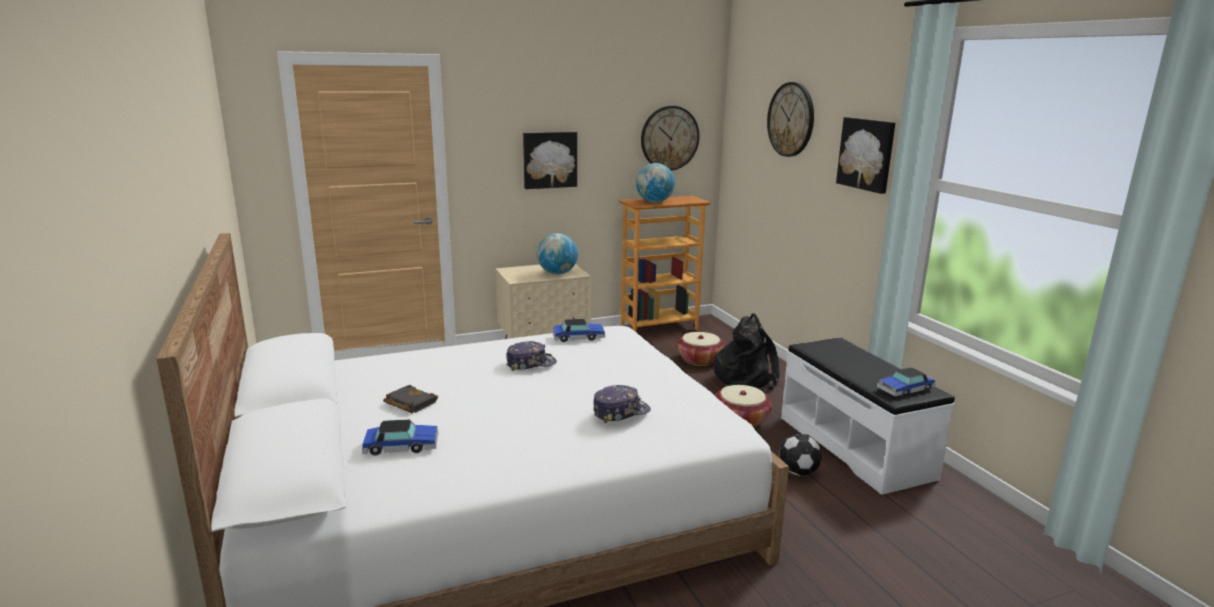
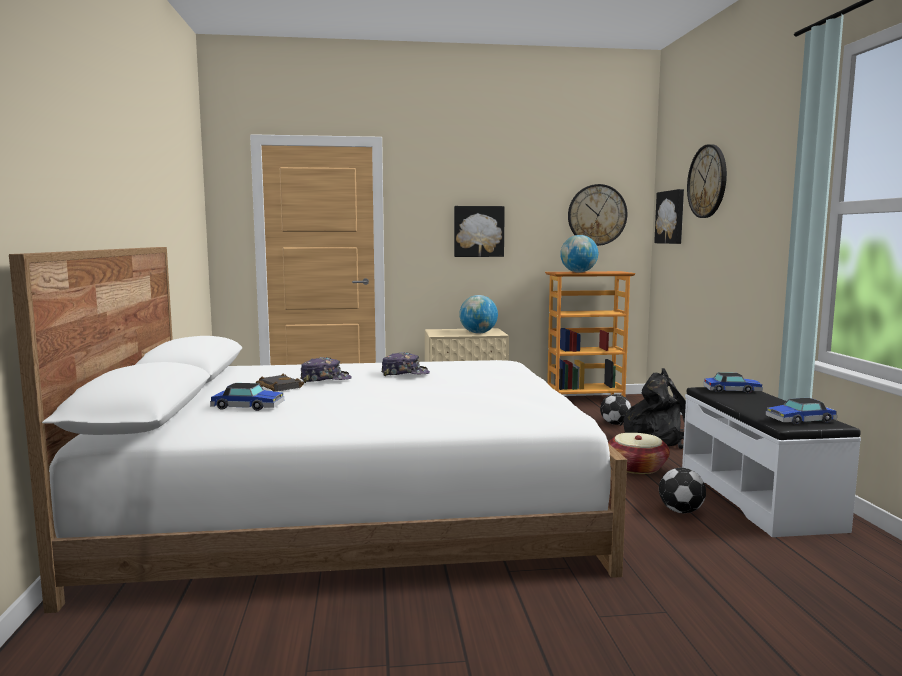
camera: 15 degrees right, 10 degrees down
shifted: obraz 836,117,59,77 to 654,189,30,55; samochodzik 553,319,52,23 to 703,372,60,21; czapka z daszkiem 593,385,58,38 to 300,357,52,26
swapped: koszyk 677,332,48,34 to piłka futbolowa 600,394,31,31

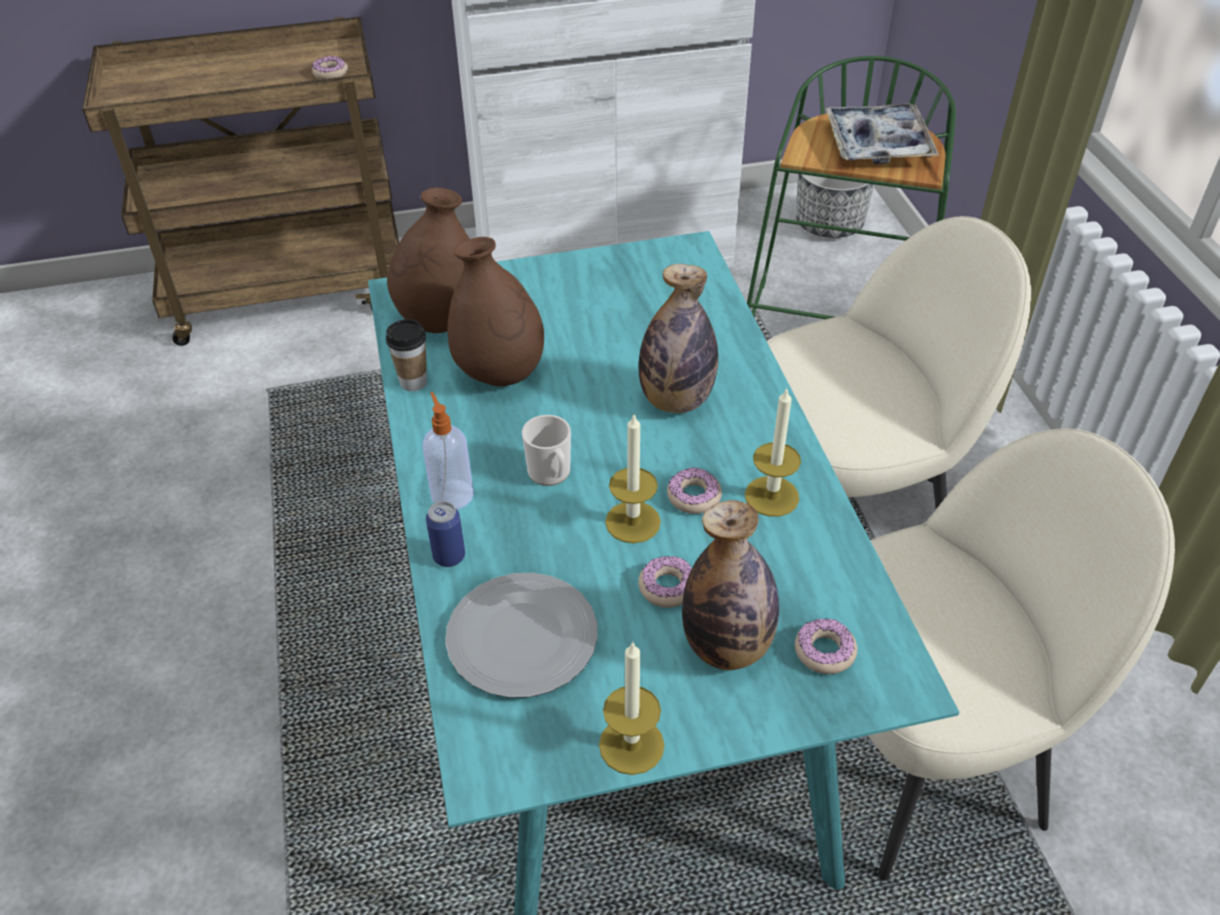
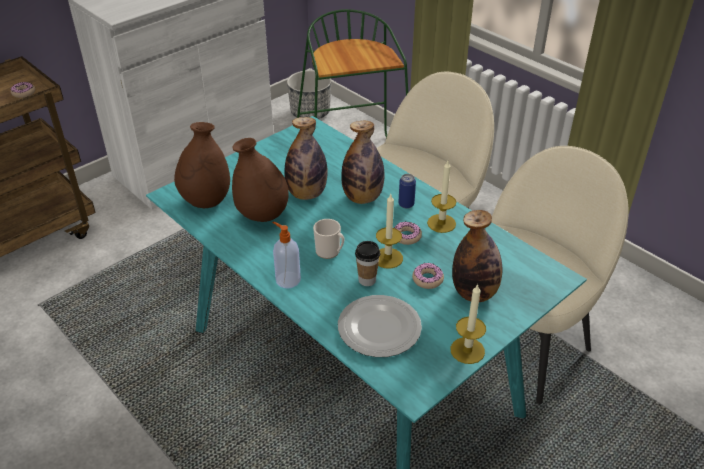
camera: 30 degrees left, 5 degrees down
gone: taca 825,104,114,60; donut 795,618,62,56
new: butelka 285,117,43,83
shifted: filiżanka 386,319,41,72 to 355,241,25,45; puszka 426,501,39,66 to 399,174,17,35

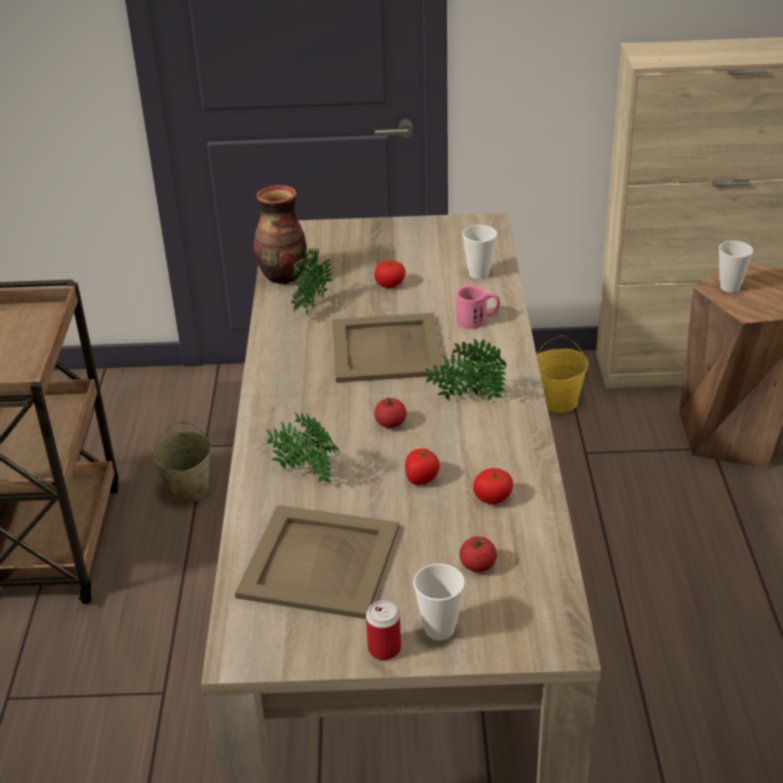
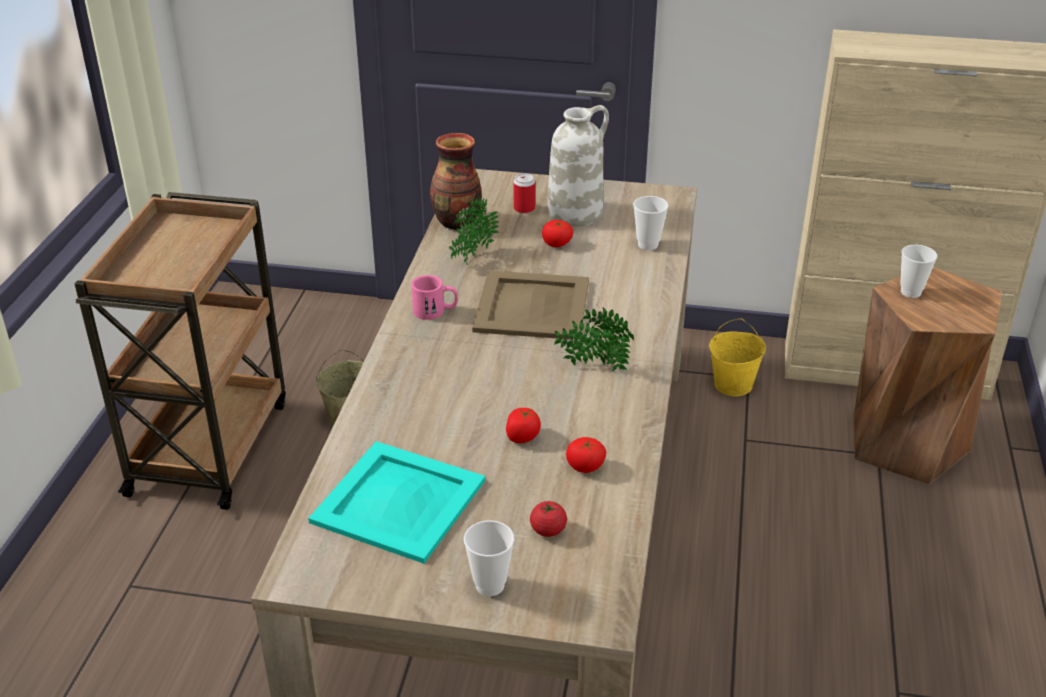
camera: 10 degrees right, 0 degrees up
gone: pomidor 374,397,33,31; roślina doniczkowa 266,412,73,72
new: wazon (biały) 547,105,62,122
shifted: kubek (różowy) 456,285,44,44 to 411,275,47,45; puszka 366,600,35,60 to 514,173,21,41
repainted: taca (beżowy) 235,505,164,114 to taca (turkusowy) 308,441,177,123

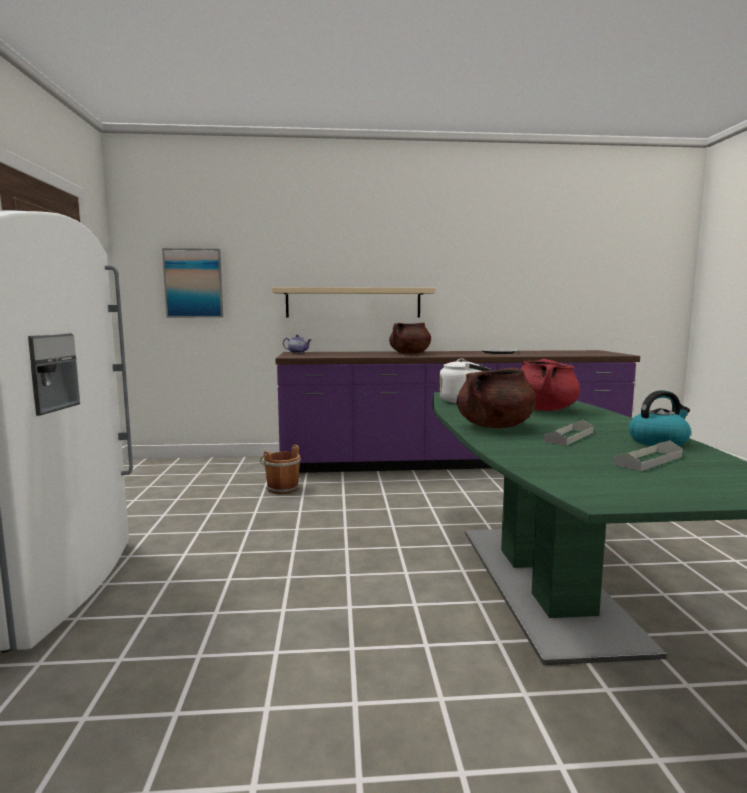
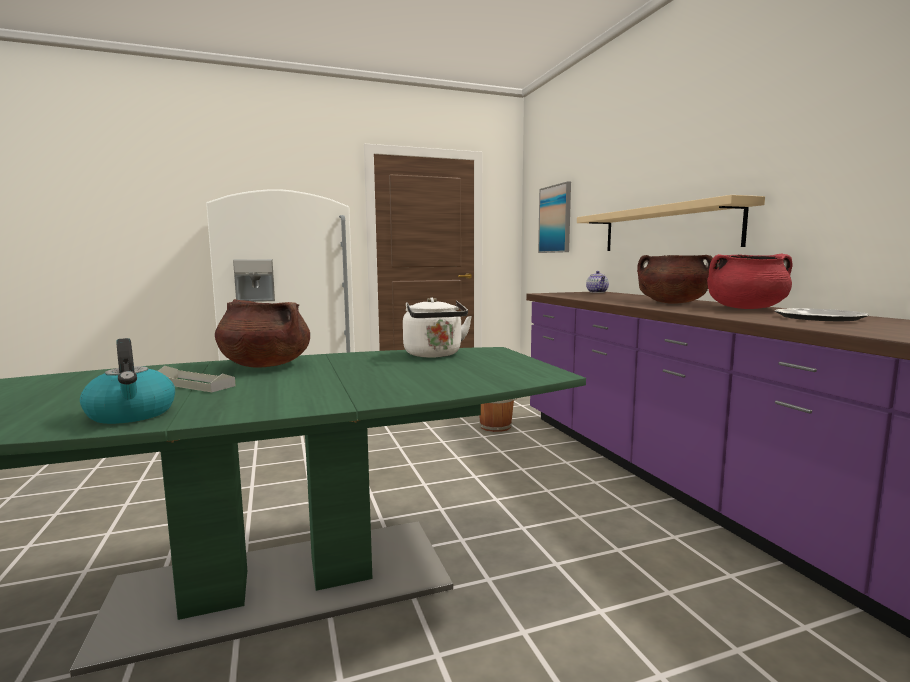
camera: 75 degrees right, 0 degrees up
gone: taca (szary) 614,440,69,31
shifted: garnek (czerwony) 520,359,60,52 to 707,254,86,55

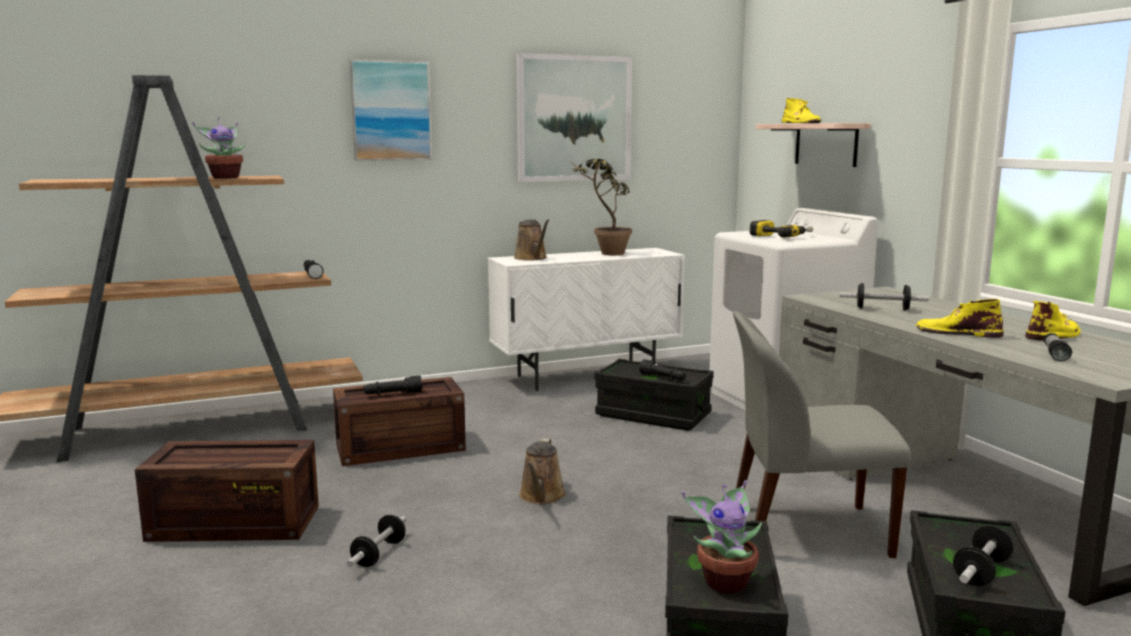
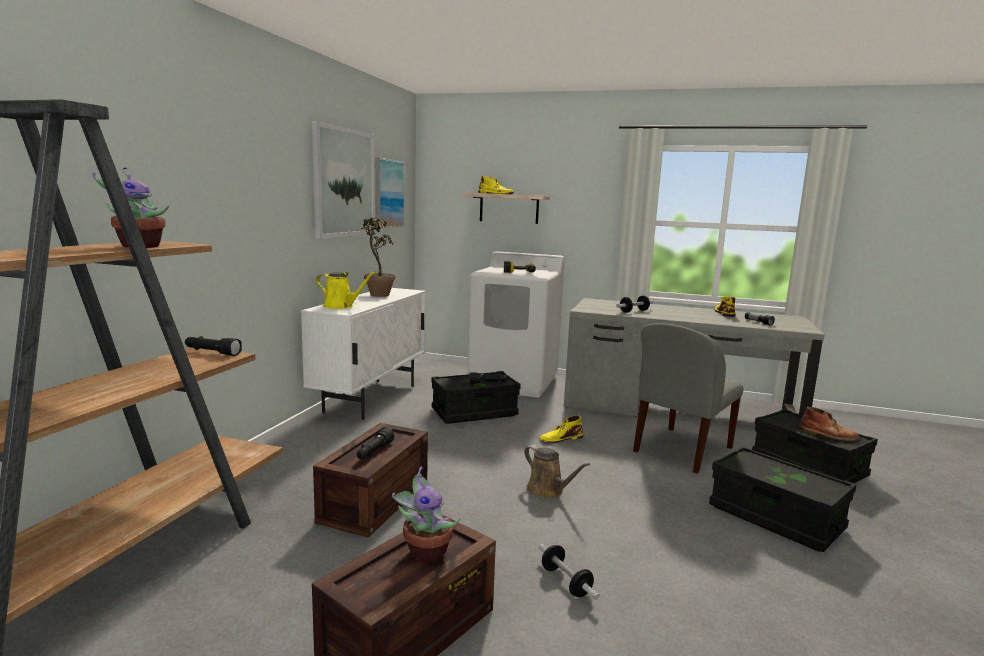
camera: 50 degrees left, 0 degrees up
shifted: obraz 349,59,83,102 to 375,157,29,71; but z cholewką (żółty) 916,299,88,39 to 539,415,44,28; roślina doniczkowa 682,480,80,113 to 392,466,68,96
swapped: hantel 953,525,60,61 to but z cholewką (brązowy) 799,407,61,34
repainted: konewka (brązowy) 514,219,35,42 to konewka (żółty) 316,271,60,38

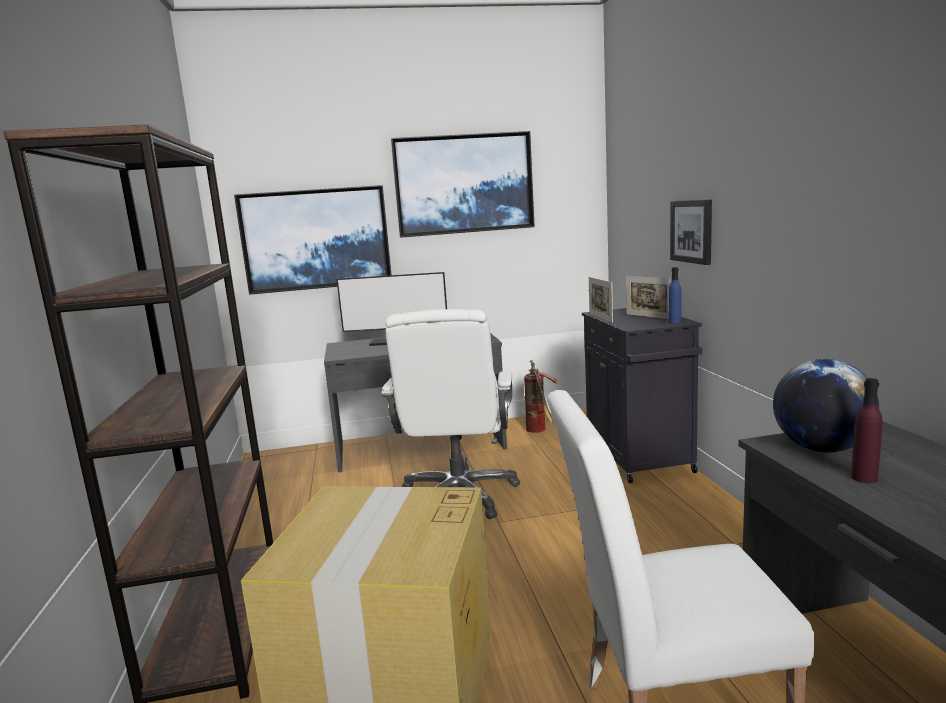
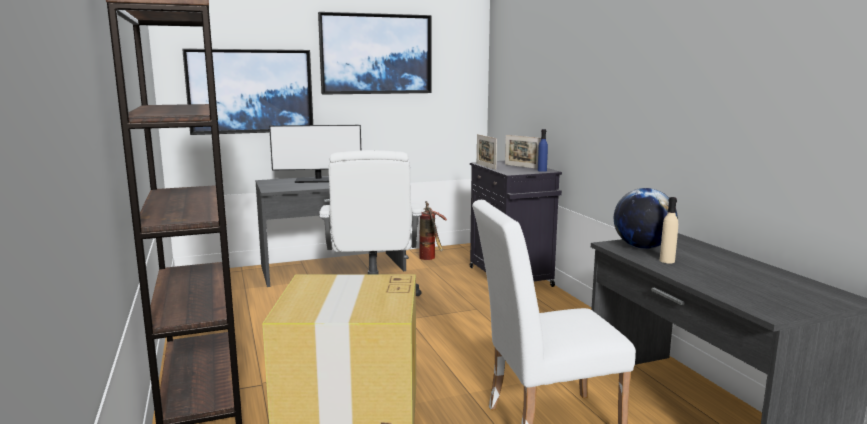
camera: 10 degrees left, 0 degrees up
gone: obraz 670,200,42,65
repainted: butelka (fioletowy) 851,378,31,105 to butelka (beżowy) 659,197,19,66

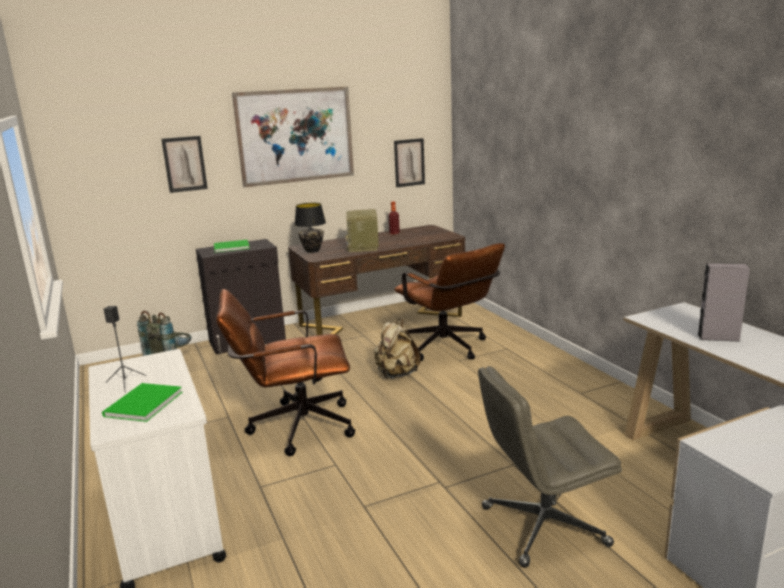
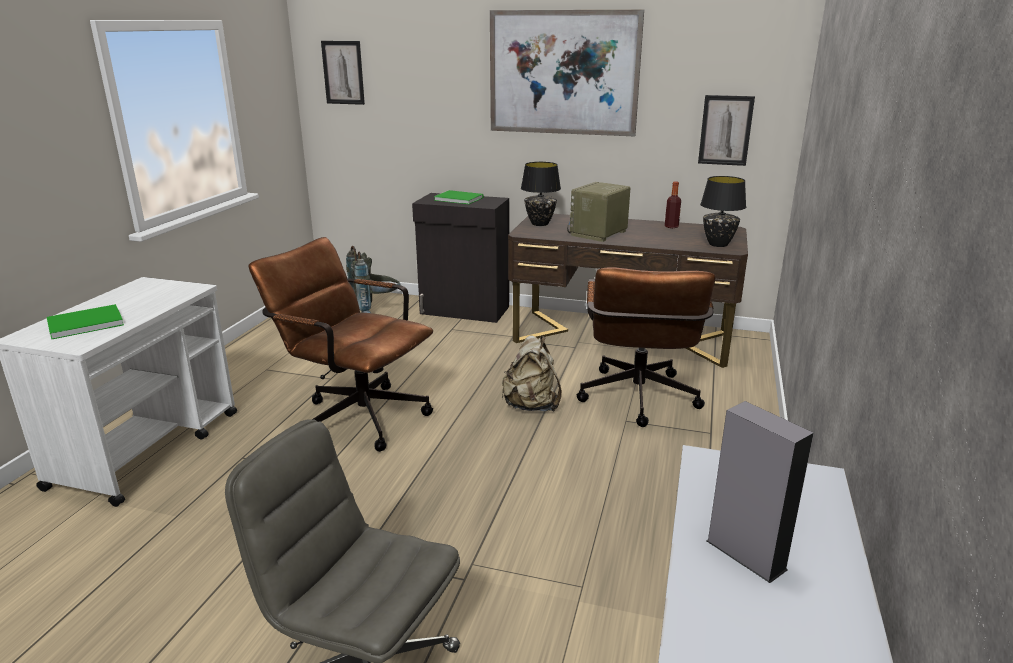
camera: 40 degrees right, 5 degrees up
gone: głośnik (czarny) 104,306,42,87
new: lampa stołowa (czarny) 700,176,46,71
shifted: obraz 161,136,47,57 to 321,41,44,64

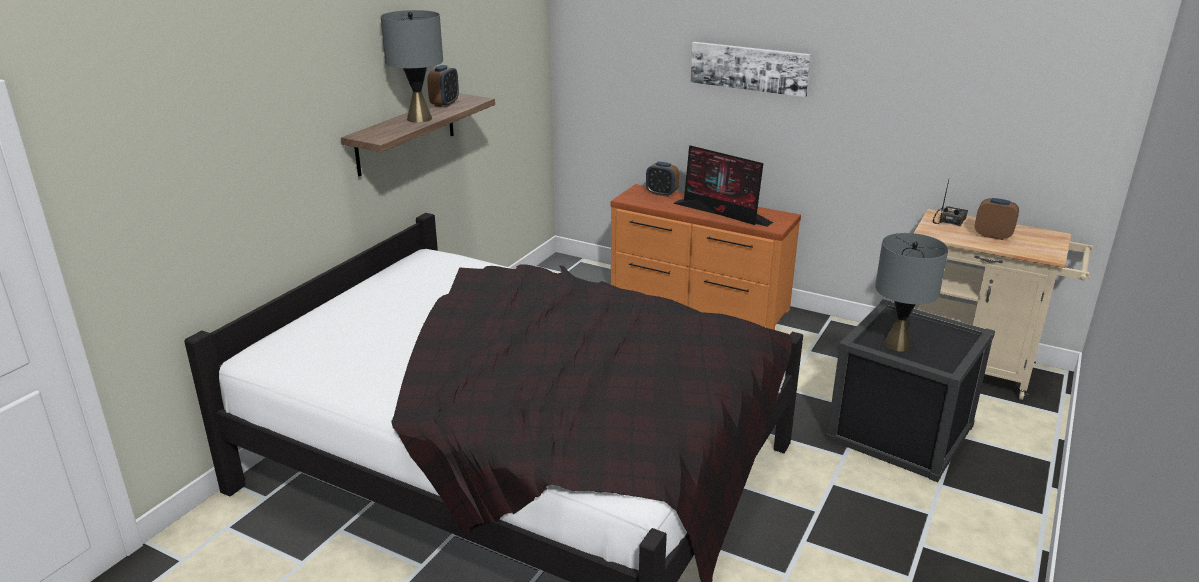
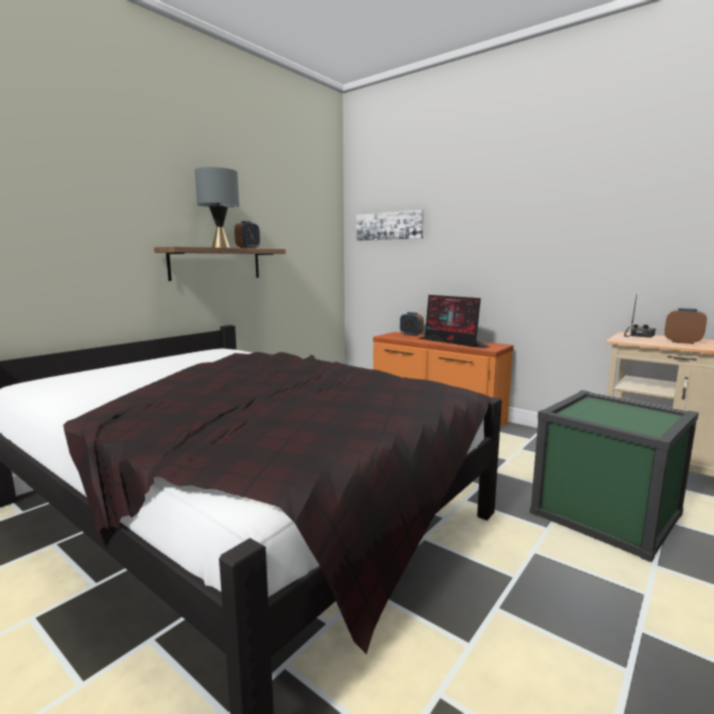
camera: 10 degrees right, 15 degrees down
gone: lampa stołowa (szary) 875,233,73,119
shifted: obraz 691,42,120,55 to 357,210,67,31
repainted: pojemnik do przechowywania (czarny) 826,299,169,183 to pojemnik do przechowywania (zielony) 530,390,169,173

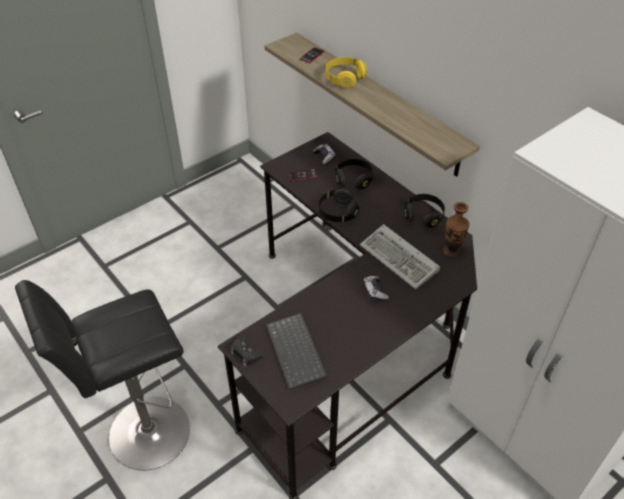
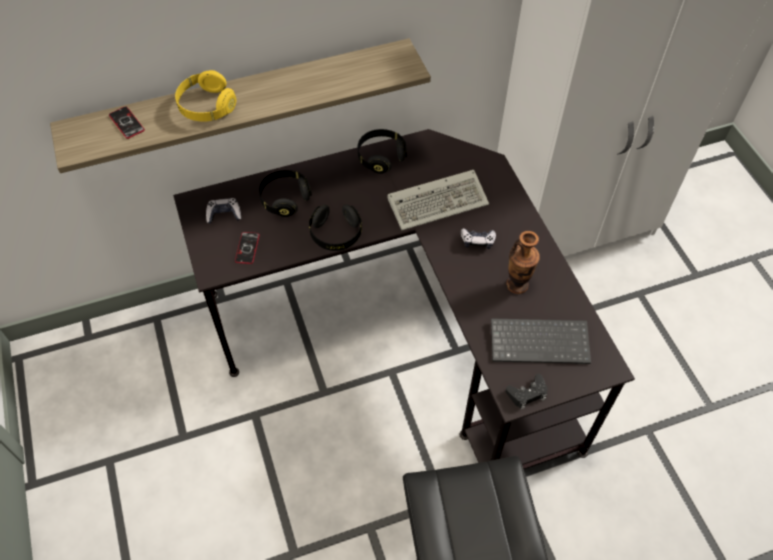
camera: 70 degrees left, 10 degrees up
shifted: wazon 443,202,26,55 to 506,231,34,63

